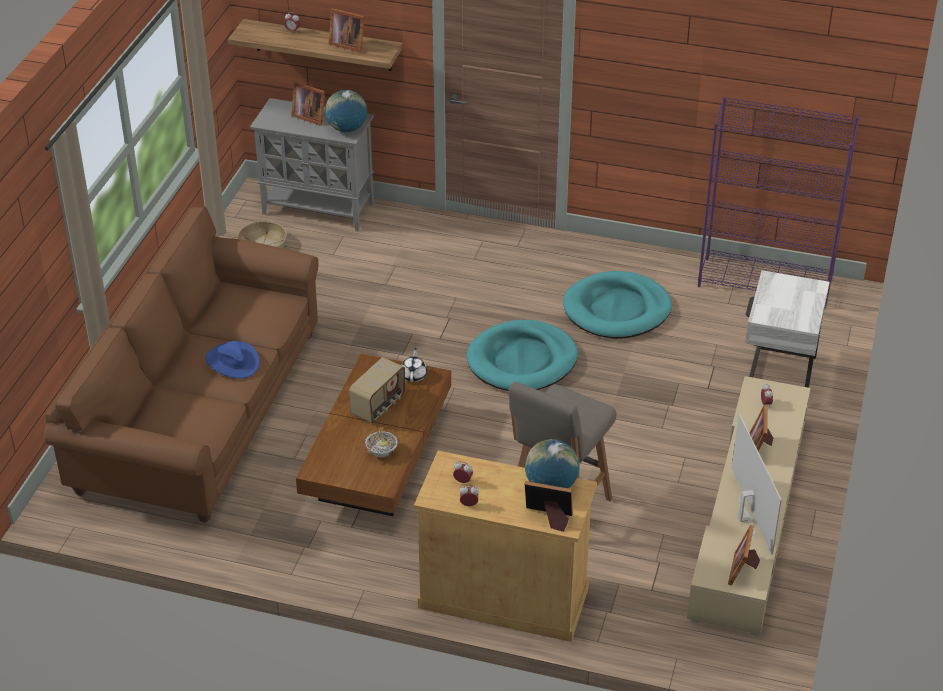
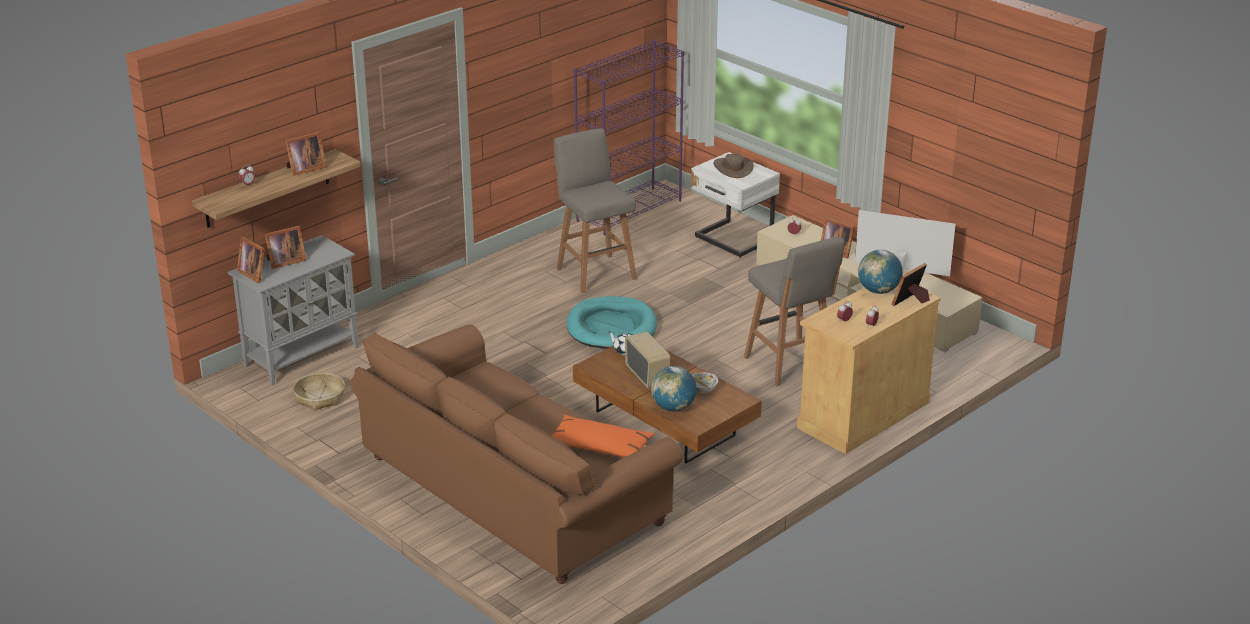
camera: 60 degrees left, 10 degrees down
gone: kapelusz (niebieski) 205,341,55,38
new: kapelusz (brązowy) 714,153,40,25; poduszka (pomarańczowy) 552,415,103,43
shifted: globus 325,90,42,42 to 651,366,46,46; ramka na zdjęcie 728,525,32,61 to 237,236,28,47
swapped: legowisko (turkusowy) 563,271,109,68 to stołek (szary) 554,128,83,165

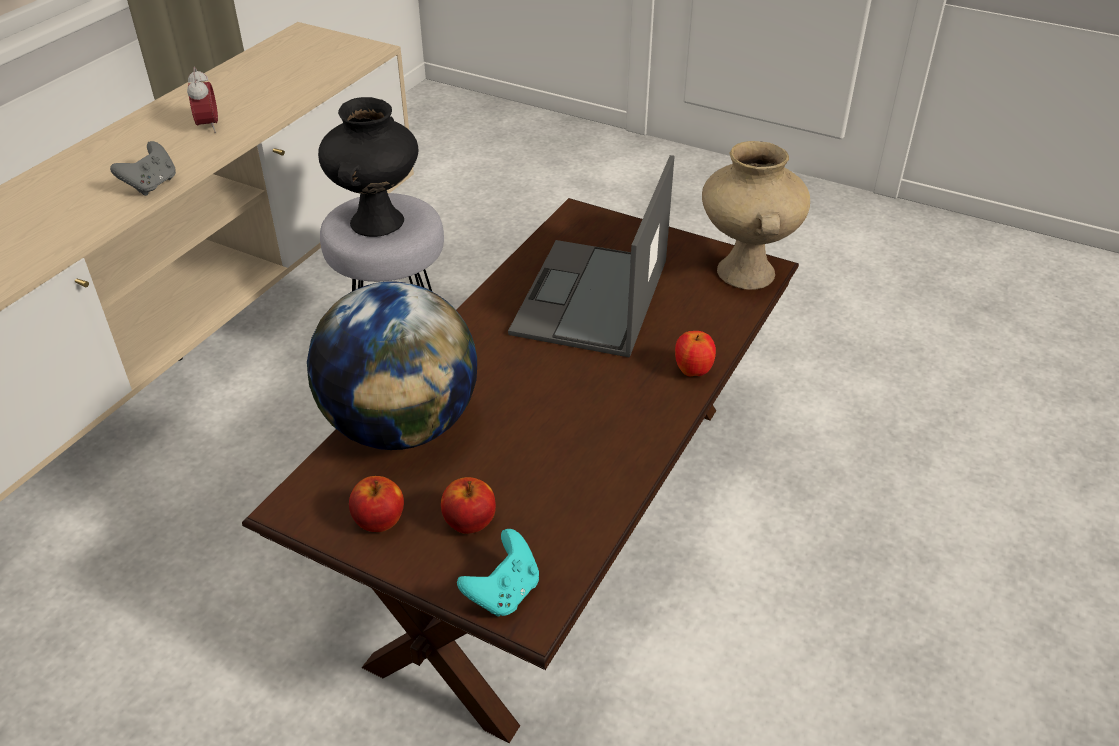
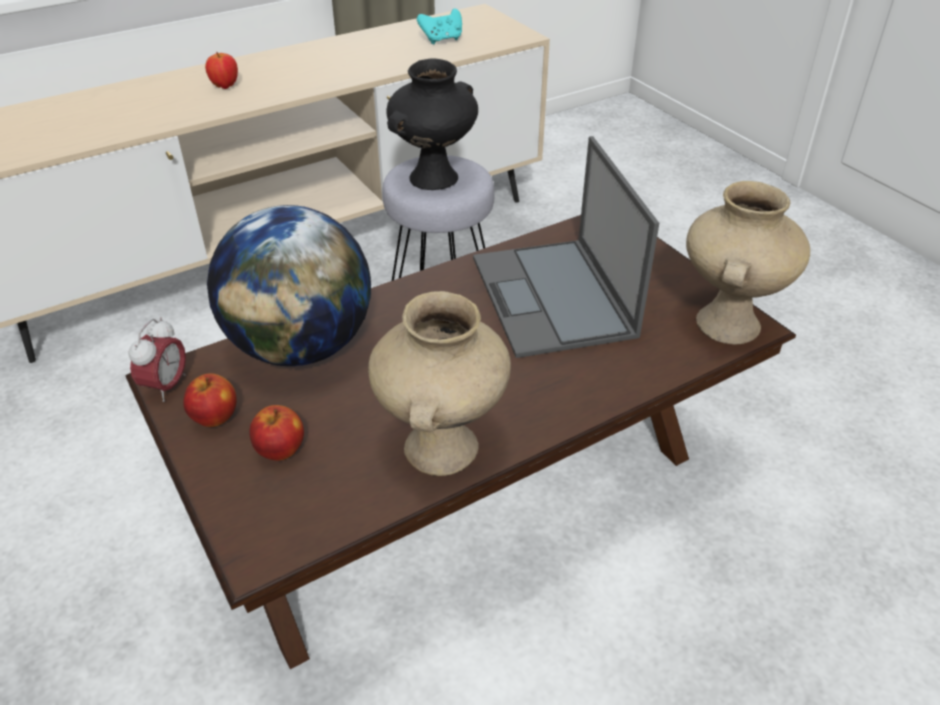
camera: 30 degrees right, 0 degrees up
gone: pad do gier (szary) 110,141,66,55
new: wazon (beżowy) 368,291,143,185
shifted: budzik 187,67,31,66 to 128,317,58,85; jabłko 675,331,41,46 to 205,52,33,37; pad do gier (turkusowy) 457,529,82,88 to 417,8,45,36
rotated: laptop 508,155,166,203 = 473,136,186,222 60 degrees counterclockwise

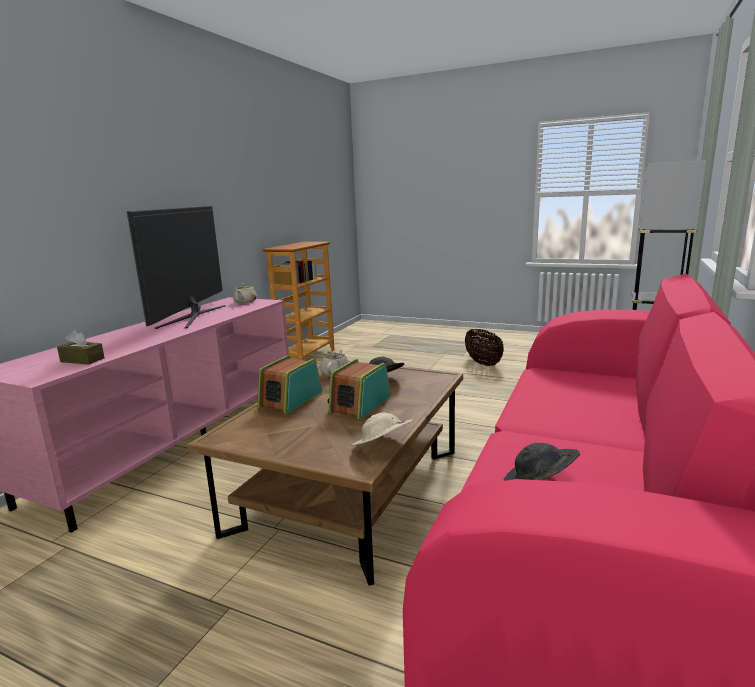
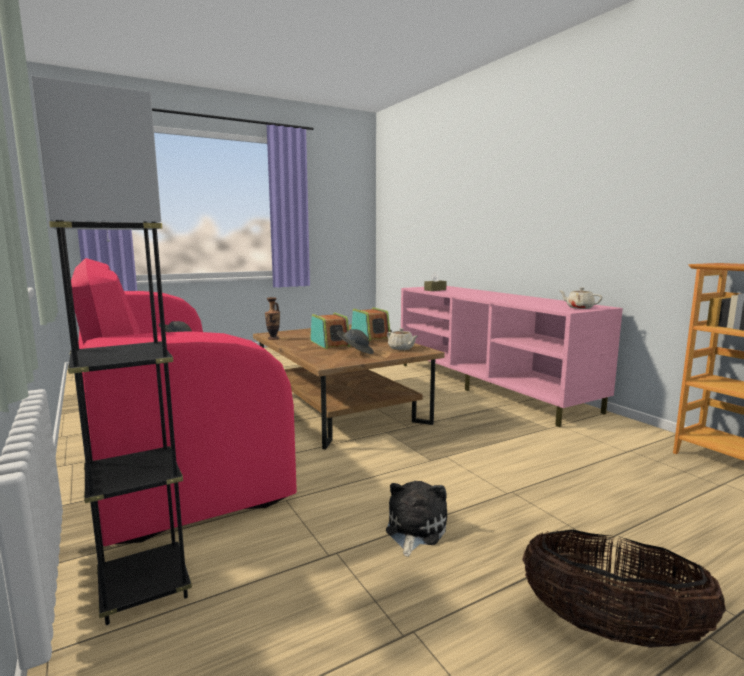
camera: 125 degrees right, 5 degrees down
gone: telewizor 127,206,99,123
new: pluszak 386,481,61,76
swapped: kapelusz (beżowy) 352,413,61,33 to wazon 265,297,15,43

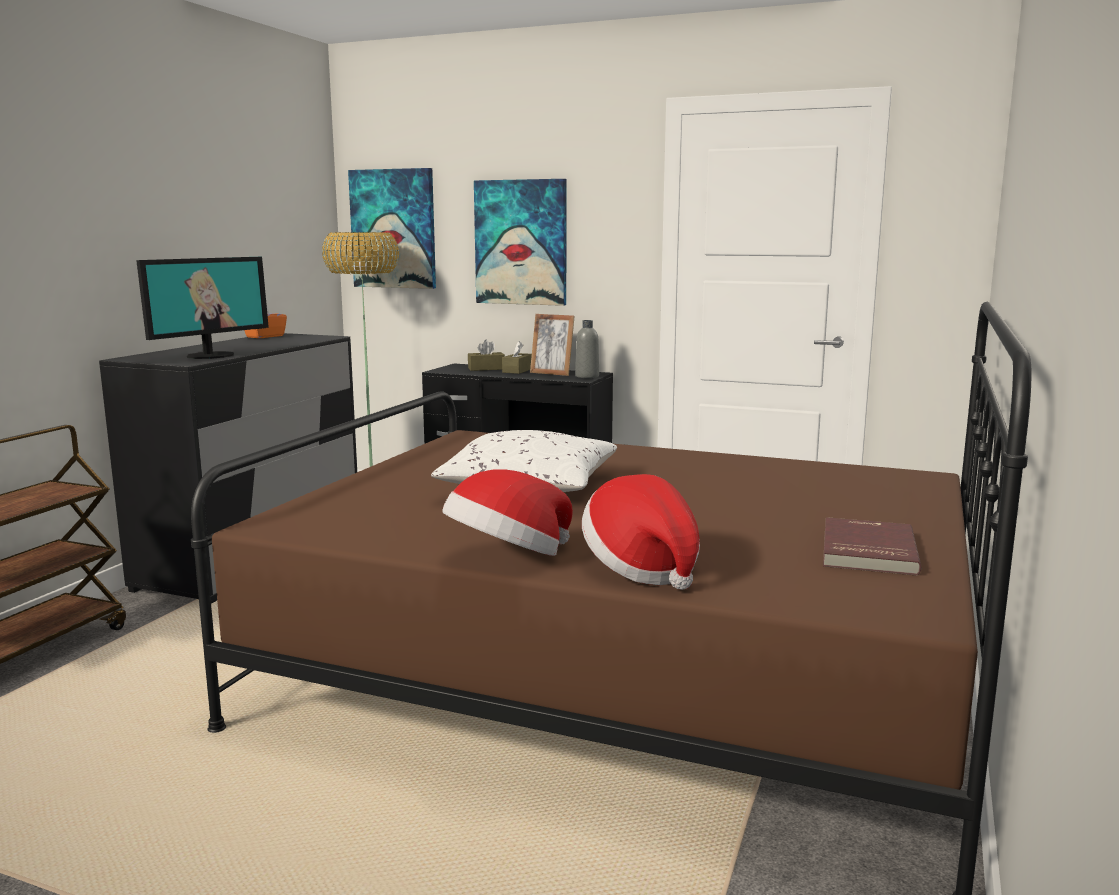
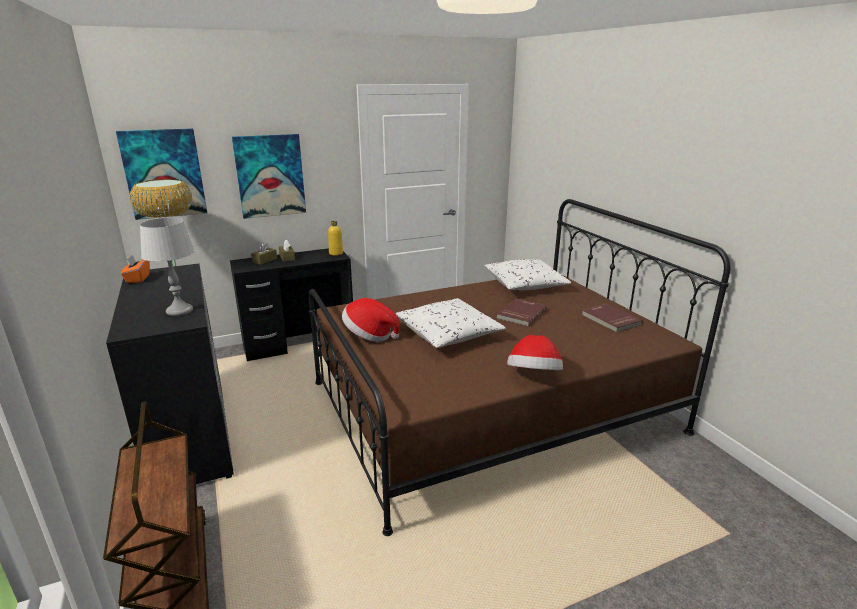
camera: 45 degrees left, 10 degrees up
gone: ramka na zdjęcie 530,314,45,62
new: poduszka (biały) 484,259,87,31; książka (czerwony) 496,299,51,28
shifted: kapelusz 582,474,118,116 to 342,298,58,44
swapped: monitor 136,257,133,102 to lampa stołowa (szary) 140,218,54,98
repainted: butelka (szary) 575,320,24,58 to butelka (żółty) 328,221,15,35

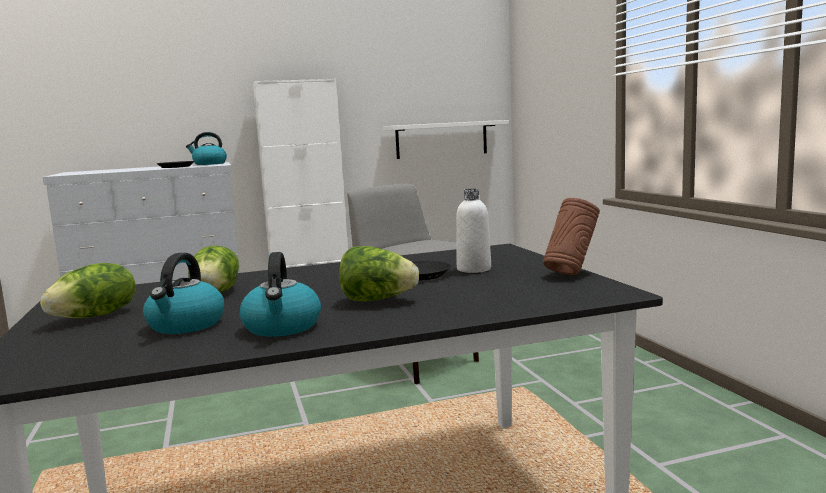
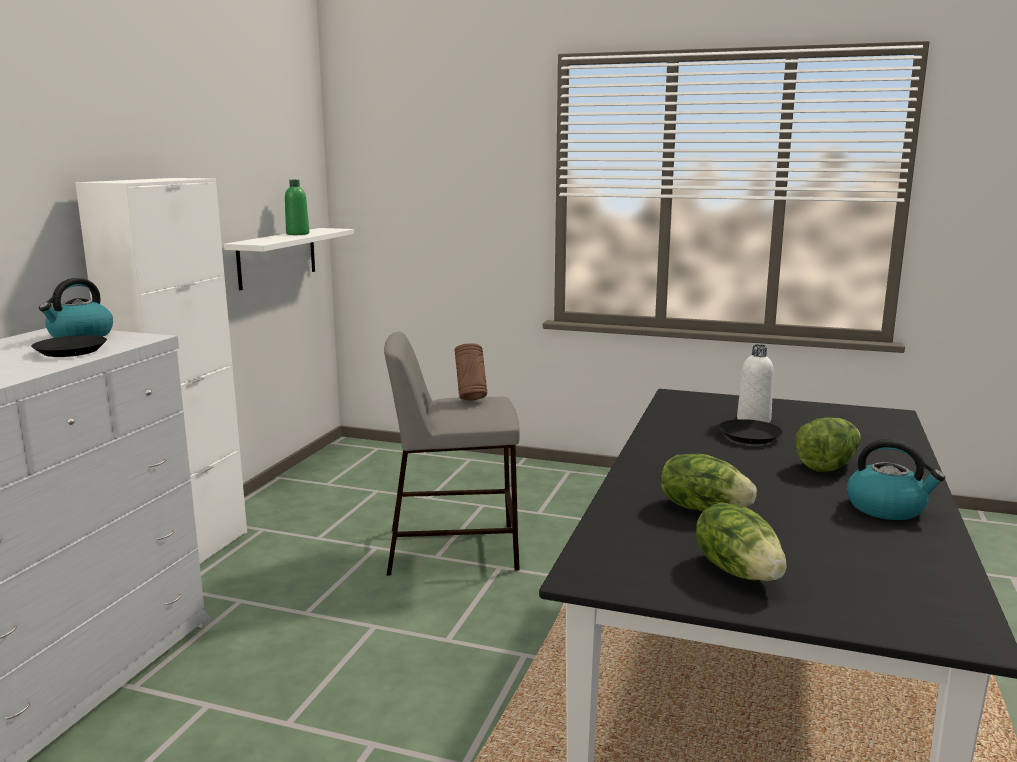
camera: 55 degrees left, 5 degrees up
gone: czajnik 143,253,81,81
new: butelka (zielony) 285,180,24,55
shifted: wazon (brązowy) 543,198,57,77 to 455,343,32,57

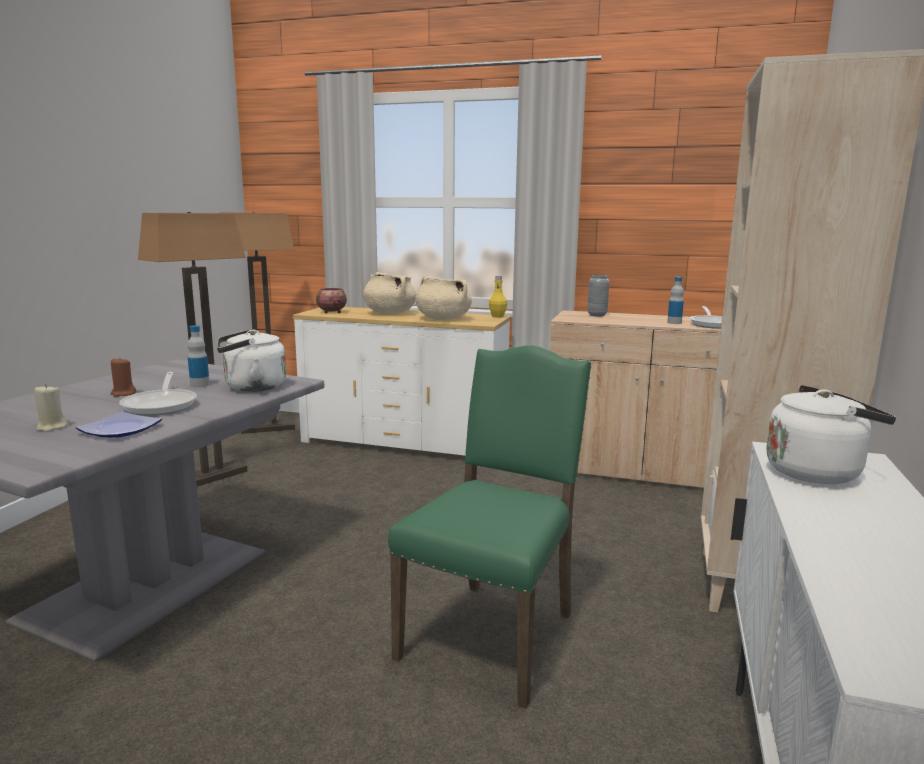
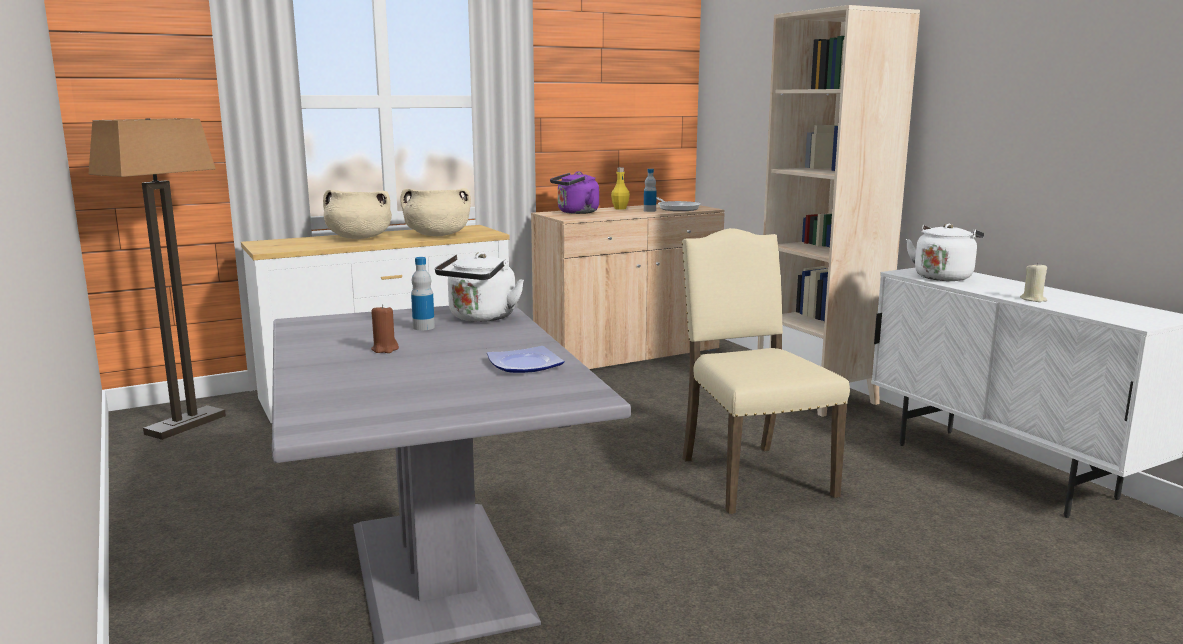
camera: 45 degrees left, 0 degrees up
gone: lampa stojąca 138,212,109,274; miska 316,288,31,25; patelnia 119,372,78,44
shifted: butelka (żółty) 489,276,18,42 to 611,167,19,43; świeca (beżowy) 34,384,34,48 to 1020,262,27,40
swapped: wazon (szary) 587,275,22,42 to czajnik (fioletowy) 550,171,49,43
repainted: krzesło (zielony) 388,345,203,364 to krzesło (beżowy) 682,228,168,286

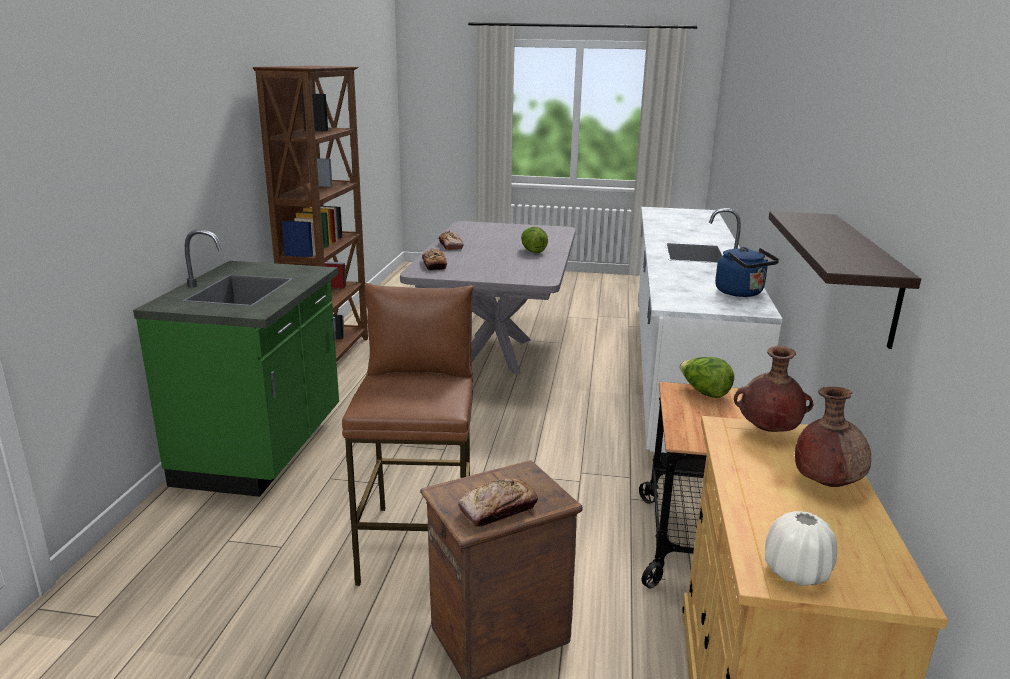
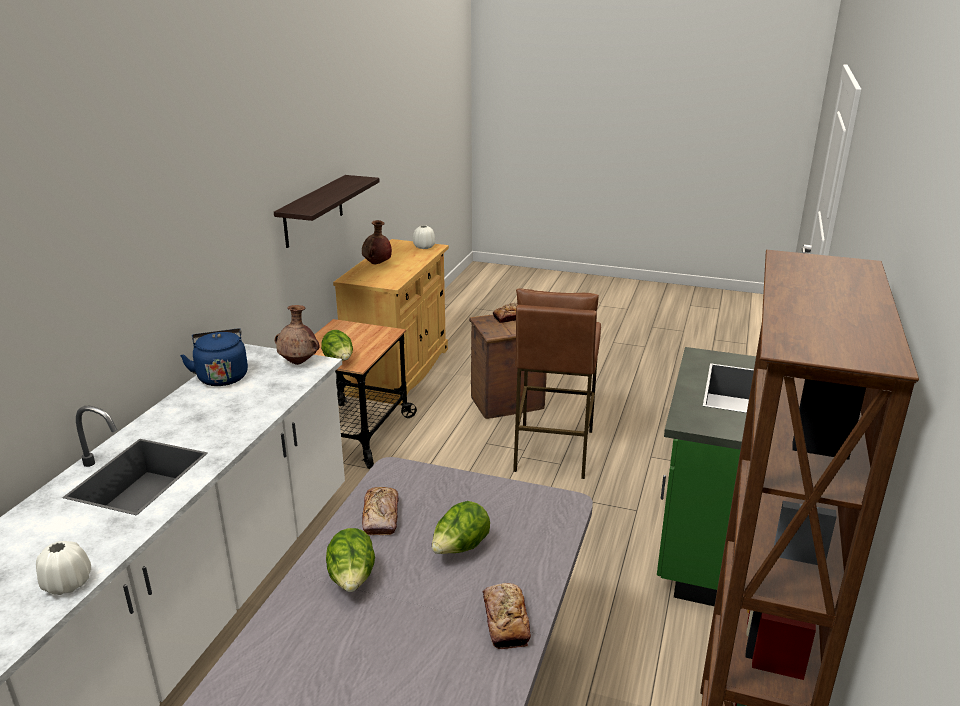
camera: 170 degrees left, 5 degrees up
new: sałata 432,501,58,53; wazon (biały) 36,541,55,54
shifted: chleb 422,248,25,22 to 362,487,37,48; wazon (brązowy) 734,346,79,86 to 275,305,45,60

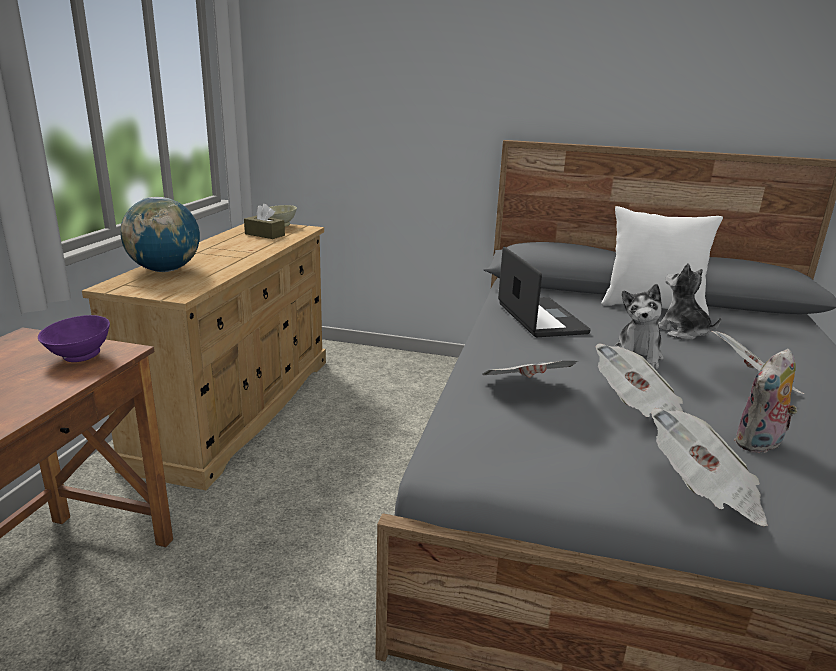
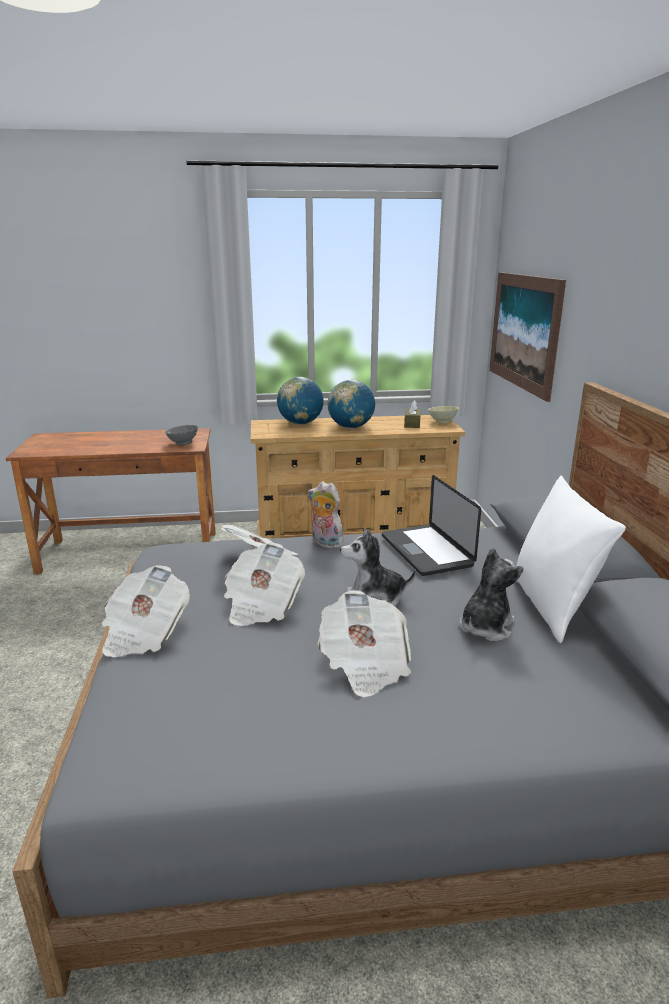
camera: 70 degrees right, 0 degrees up
new: obraz 489,272,77,130; globus 327,380,48,49
shifted: pluszak 733,349,64,104 to 308,481,36,68
repainted: miska (fioletowy) 38,315,72,47 to miska (szary) 165,425,33,20
rotated: laptop 498,247,93,90 = 382,475,99,101 105 degrees clockwise

